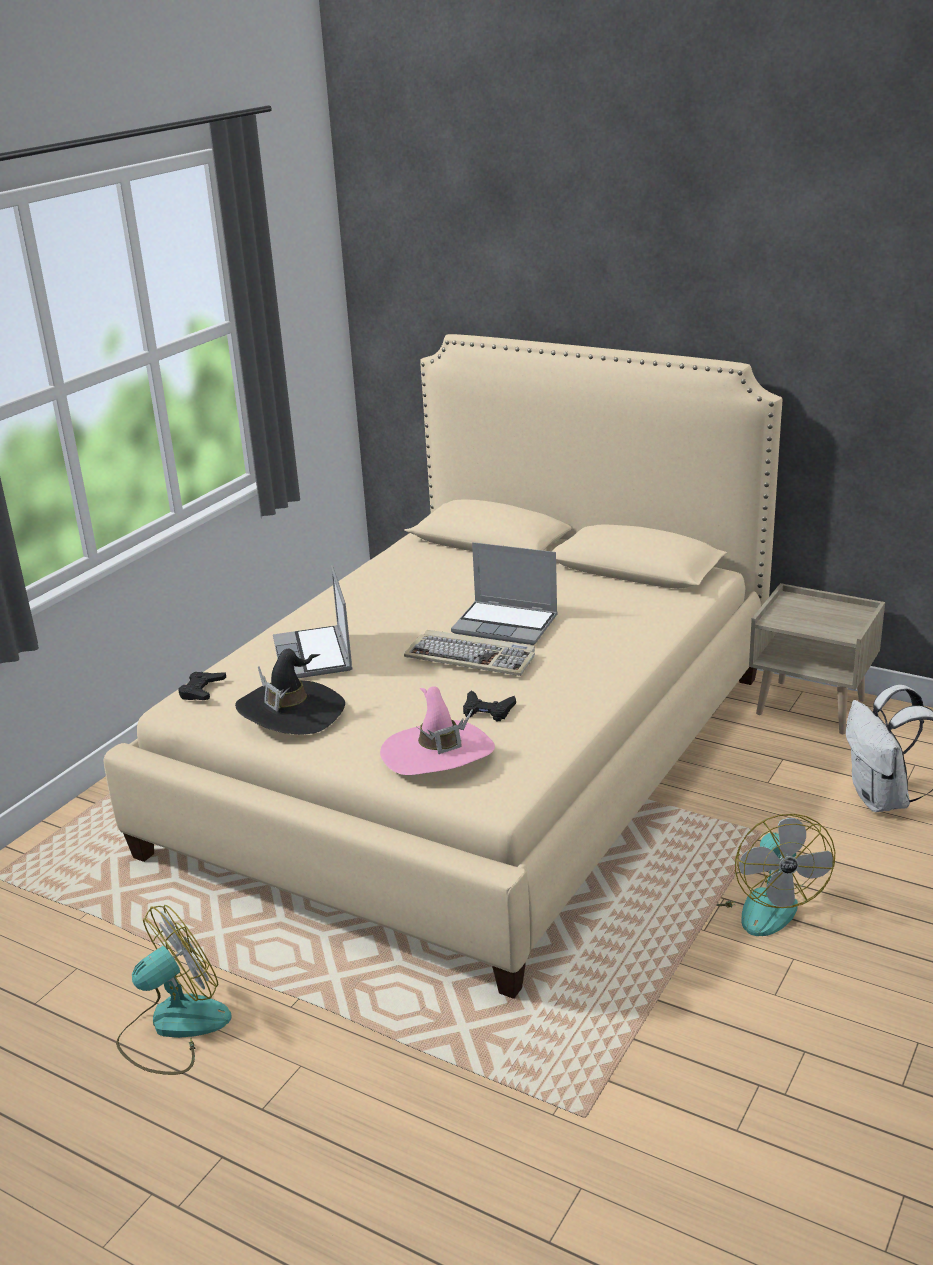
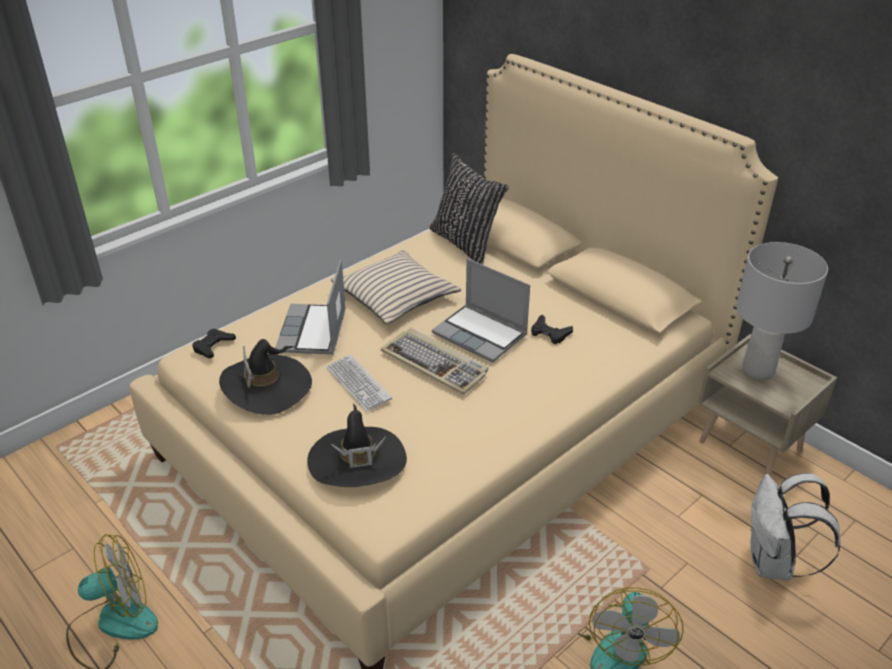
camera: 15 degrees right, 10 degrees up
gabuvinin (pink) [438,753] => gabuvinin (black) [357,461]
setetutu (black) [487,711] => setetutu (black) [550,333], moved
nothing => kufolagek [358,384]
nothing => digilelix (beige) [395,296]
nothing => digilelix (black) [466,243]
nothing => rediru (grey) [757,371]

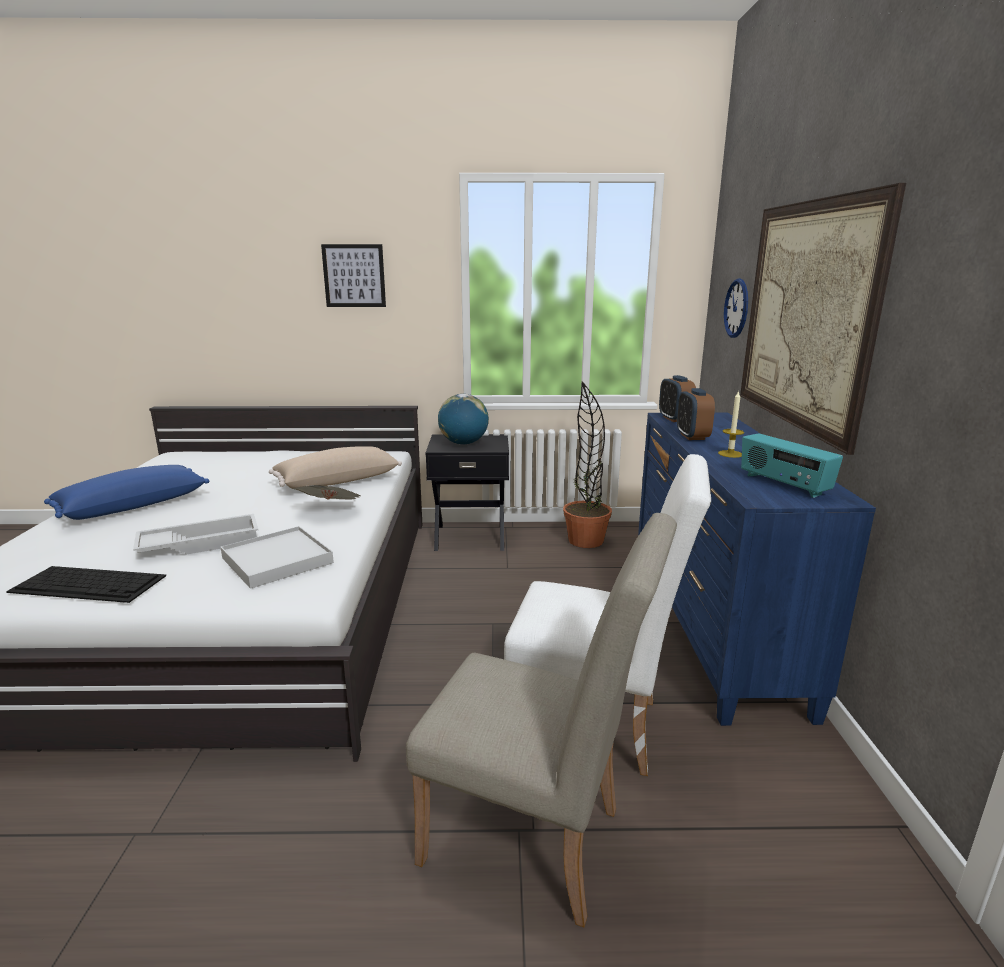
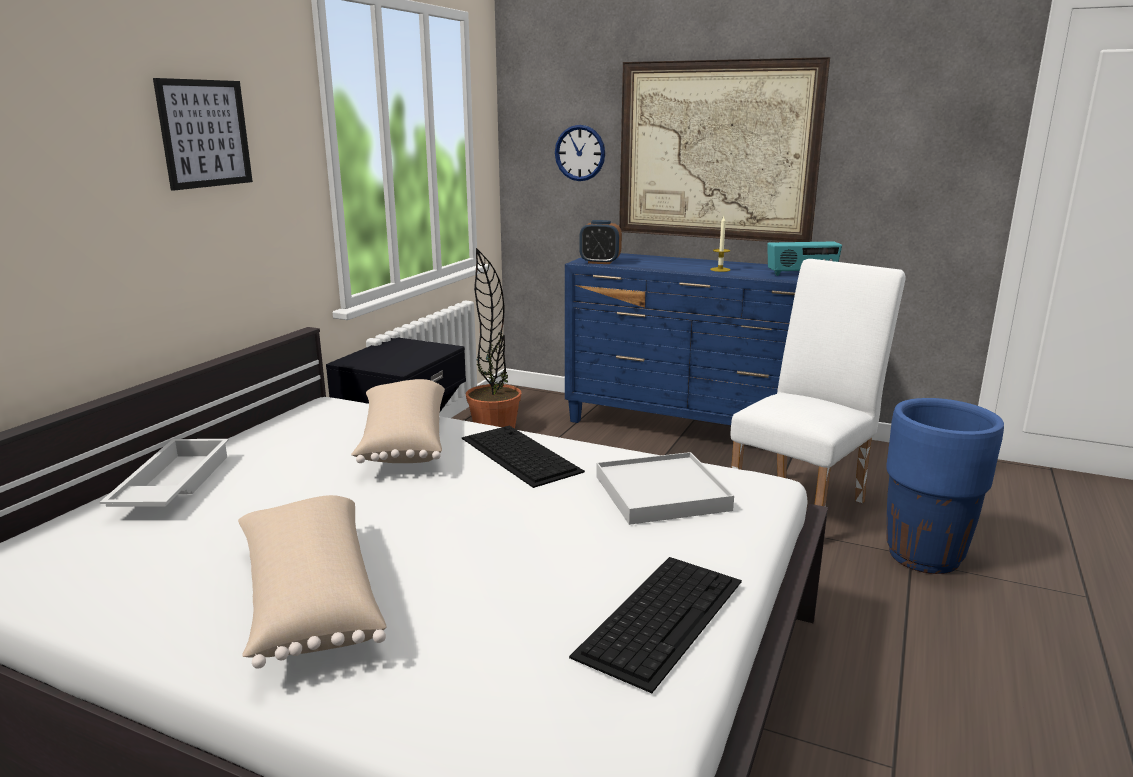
camera: 65 degrees left, 0 degrees up
digilelix (blue) [133,506] => digilelix (beige) [308,599]
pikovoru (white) [201,543] => pikovoru (white) [171,485], moved
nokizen [331,510] => kufolagek [518,454]
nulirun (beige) [536,842] => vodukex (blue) [924,556]
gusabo [463,443] => nothing
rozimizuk [692,436] => nothing

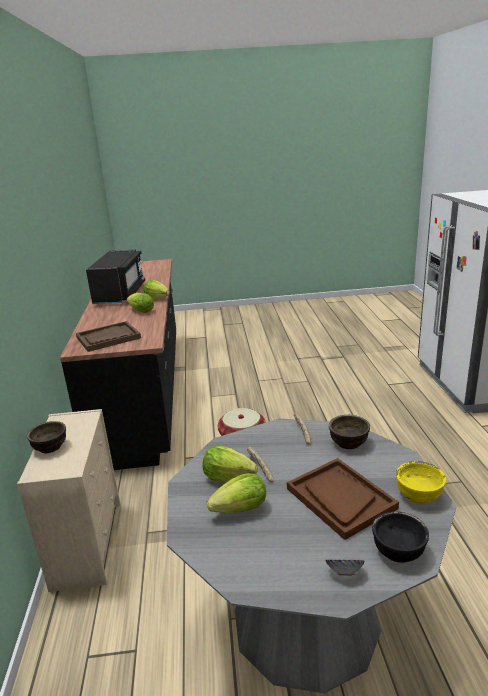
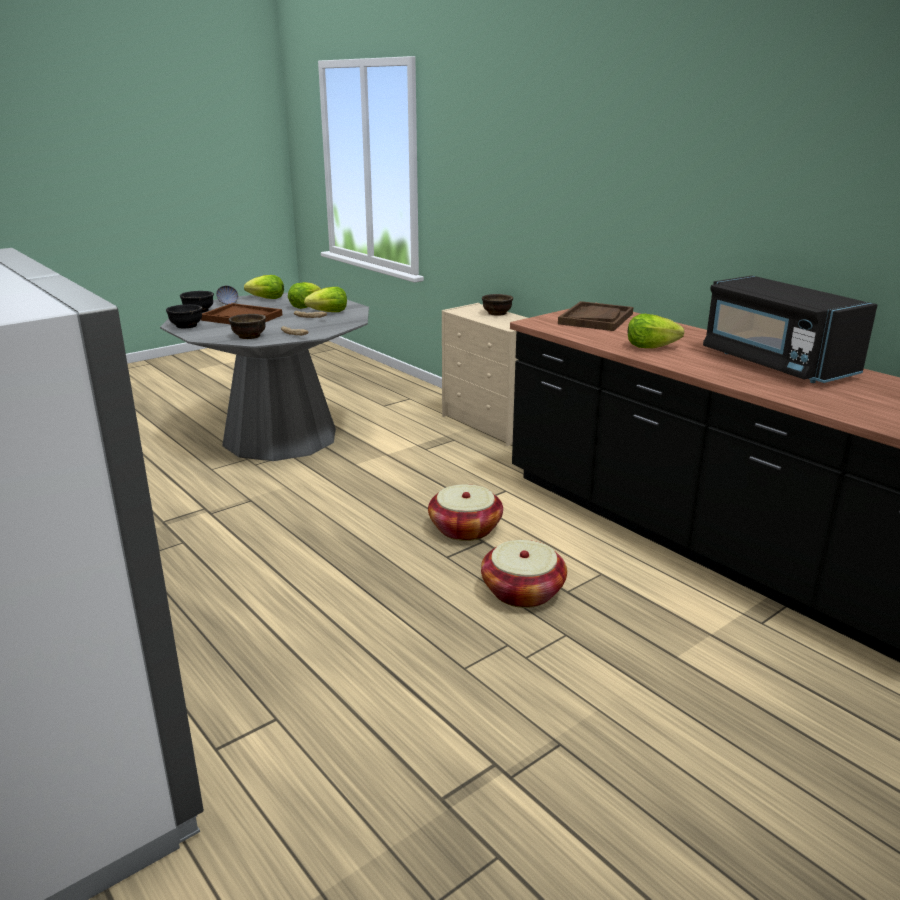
camera: 145 degrees right, 0 degrees up
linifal [157,298] => linifal [267,299], moved
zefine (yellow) [419,495] => zefine (black) [186,326]
nothing => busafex [522,592]

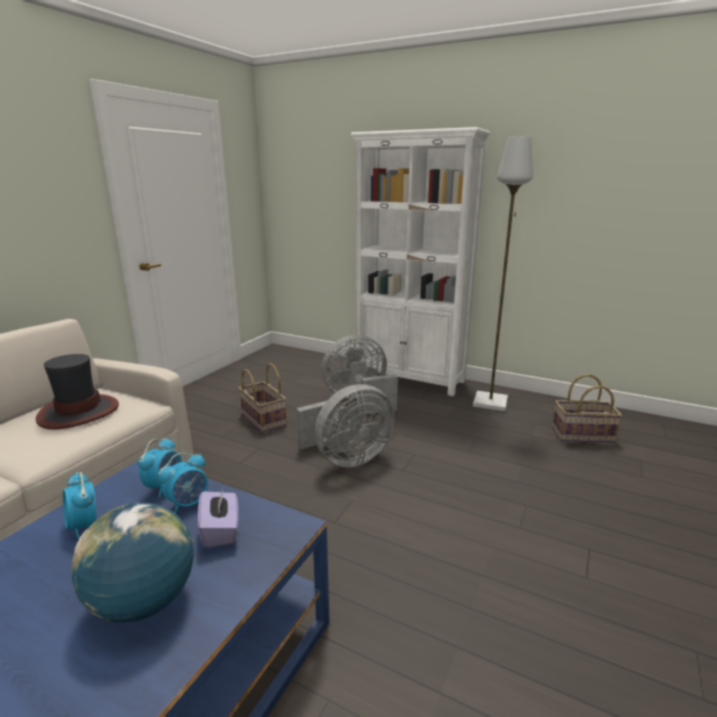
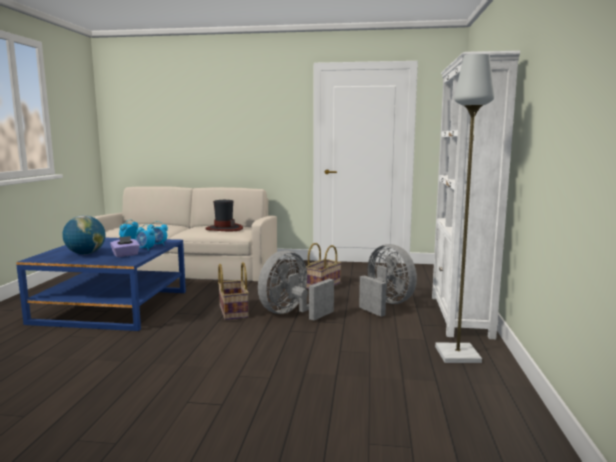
camera: 70 degrees right, 10 degrees down
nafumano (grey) [347,458] => nafumano (grey) [291,313], 90 degrees clockwise
busafex [582,435] => busafex [232,311], moved

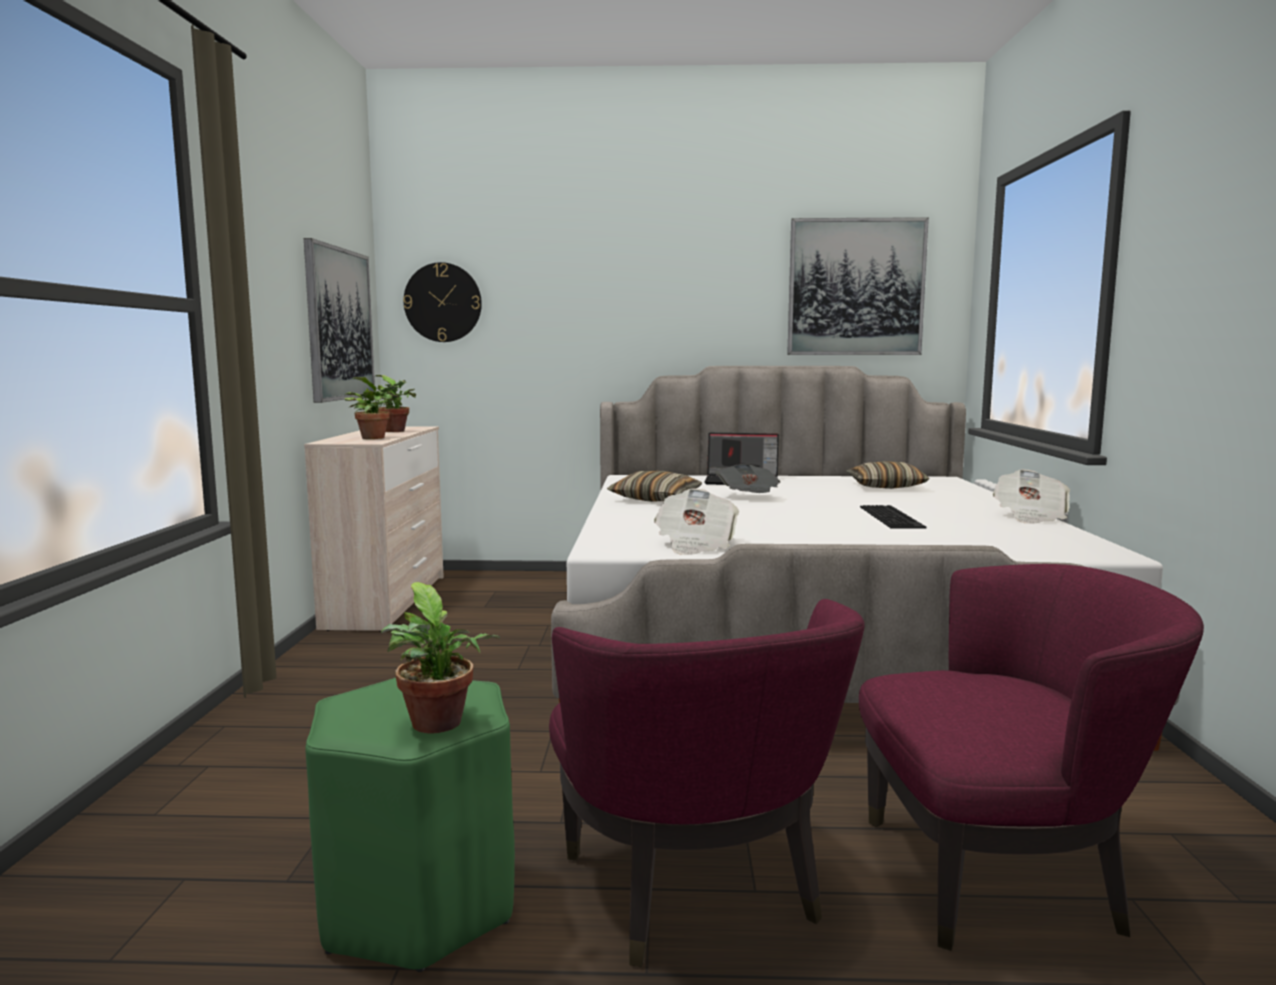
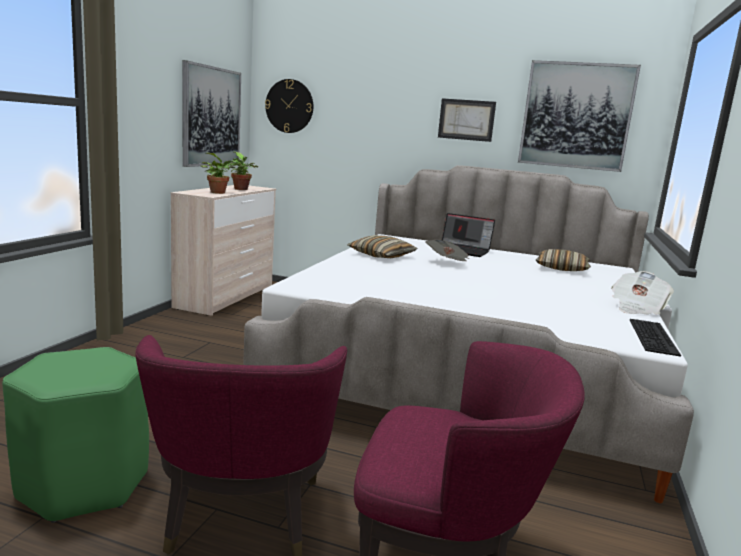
camera: 15 degrees right, 5 degrees up
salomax [438,726] => nothing
nokizen [695,545] => nothing
kufolagek [893,517] => kufolagek [655,337], moved
nothing => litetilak [466,120]

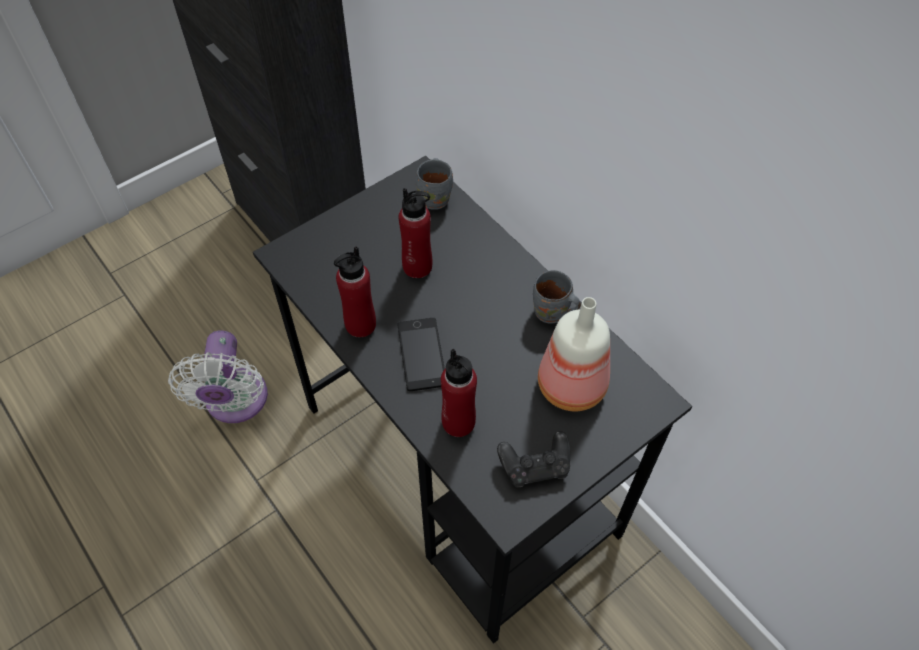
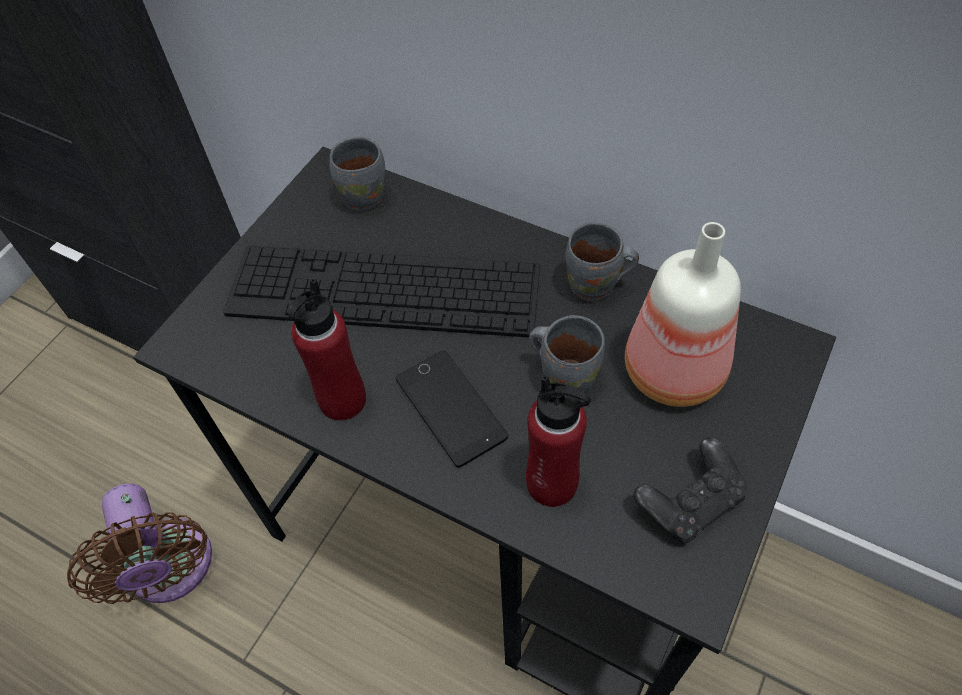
camera: 20 degrees left, 0 degrees up
nafumano (white) [235,402] => nafumano (brown) [171,570]
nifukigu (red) [417,266] => kufolagek [384,291]
nothing => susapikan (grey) [567,375]

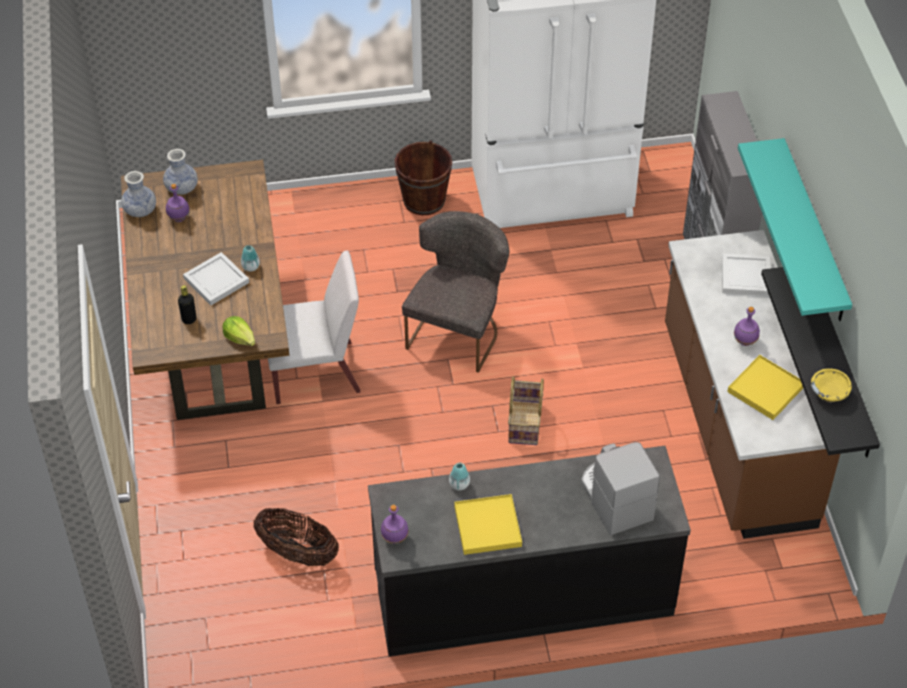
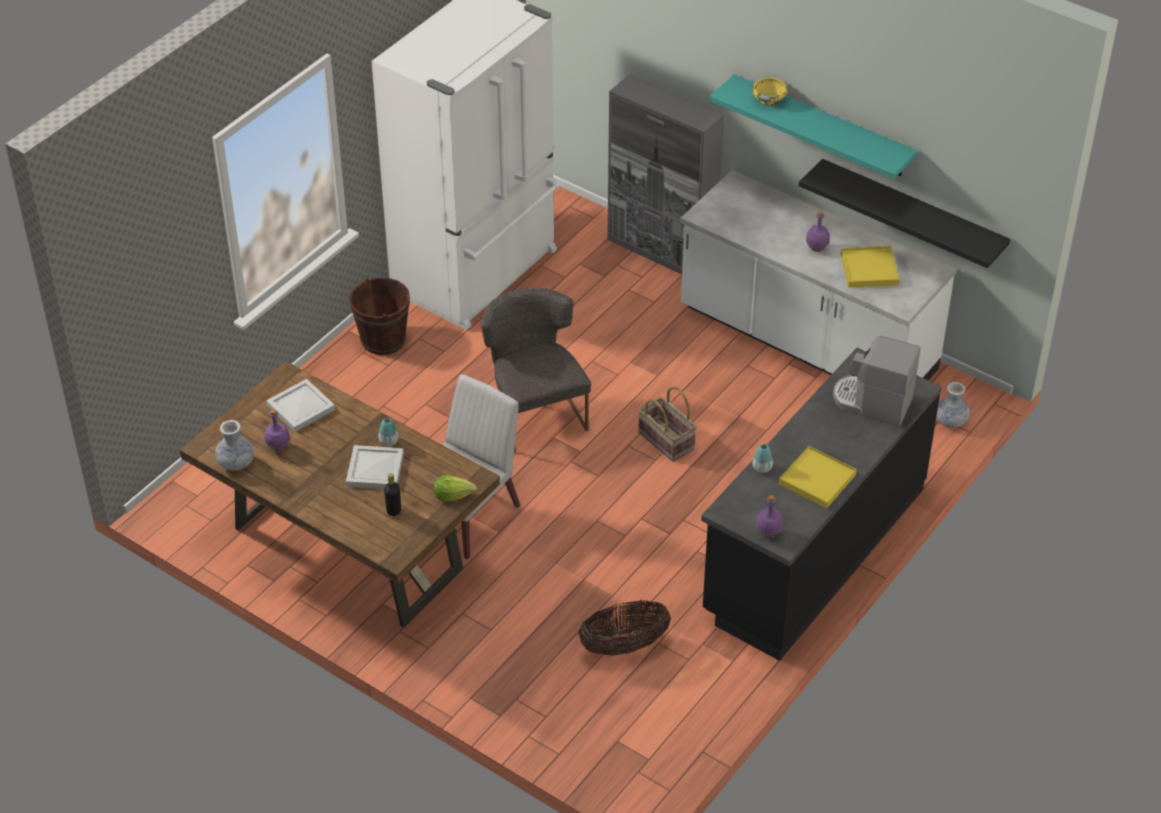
camera: 45 degrees left, 5 degrees down
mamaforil [181,188] => mamaforil [950,421], moved
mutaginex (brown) [735,426] => mutaginex (white) [806,342]
pikovoru (white) [745,276] => pikovoru (white) [299,407], moved
zefine (yellow) [829,393] => zefine (yellow) [769,100], moved

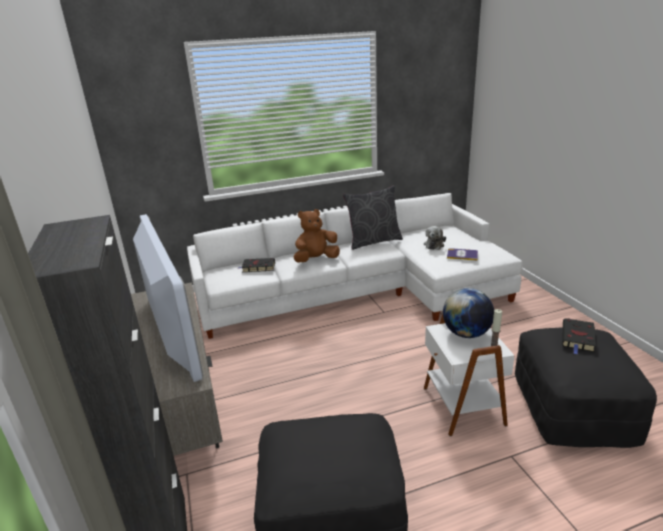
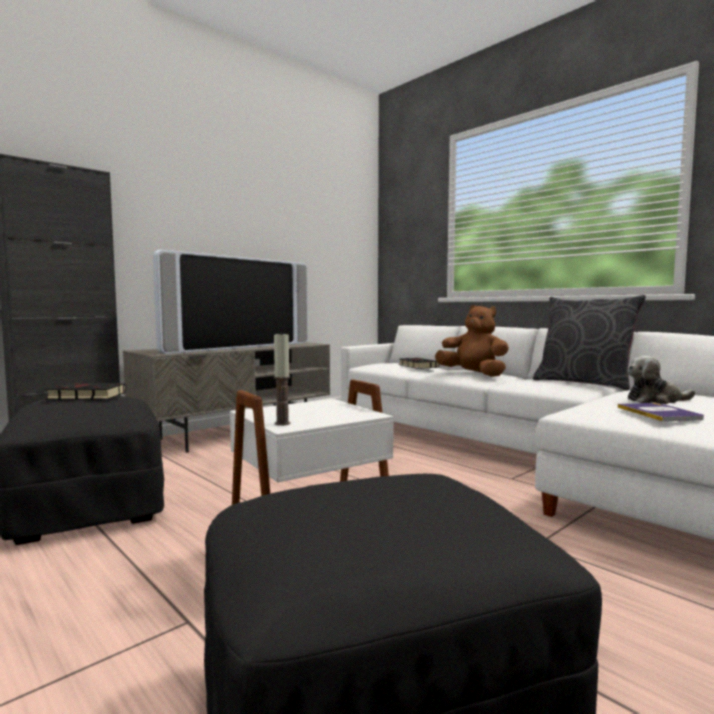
camera: 65 degrees right, 20 degrees down
gusabo [466,333] => nothing
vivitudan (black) [578,338] => vivitudan (black) [85,396], moved

